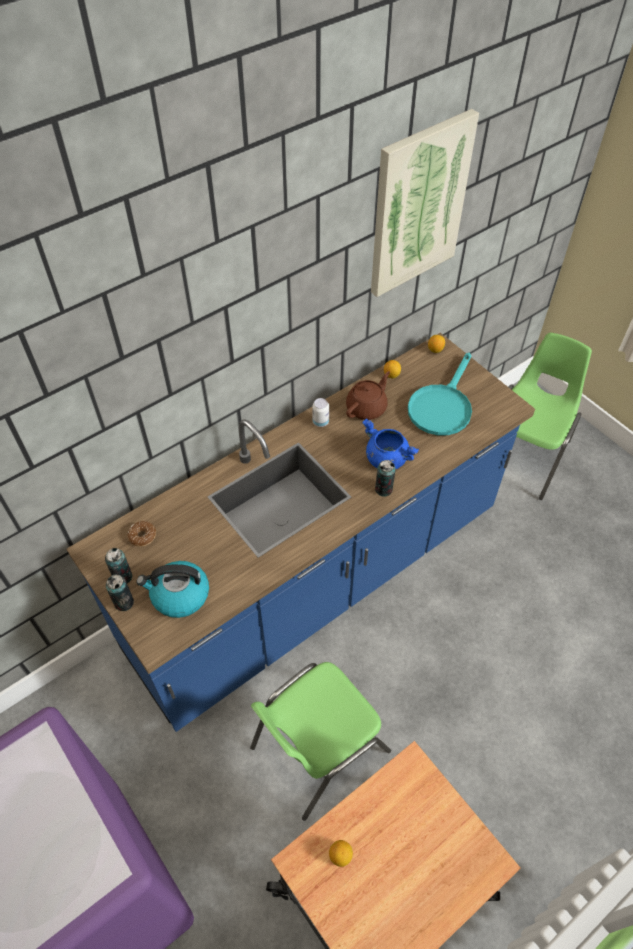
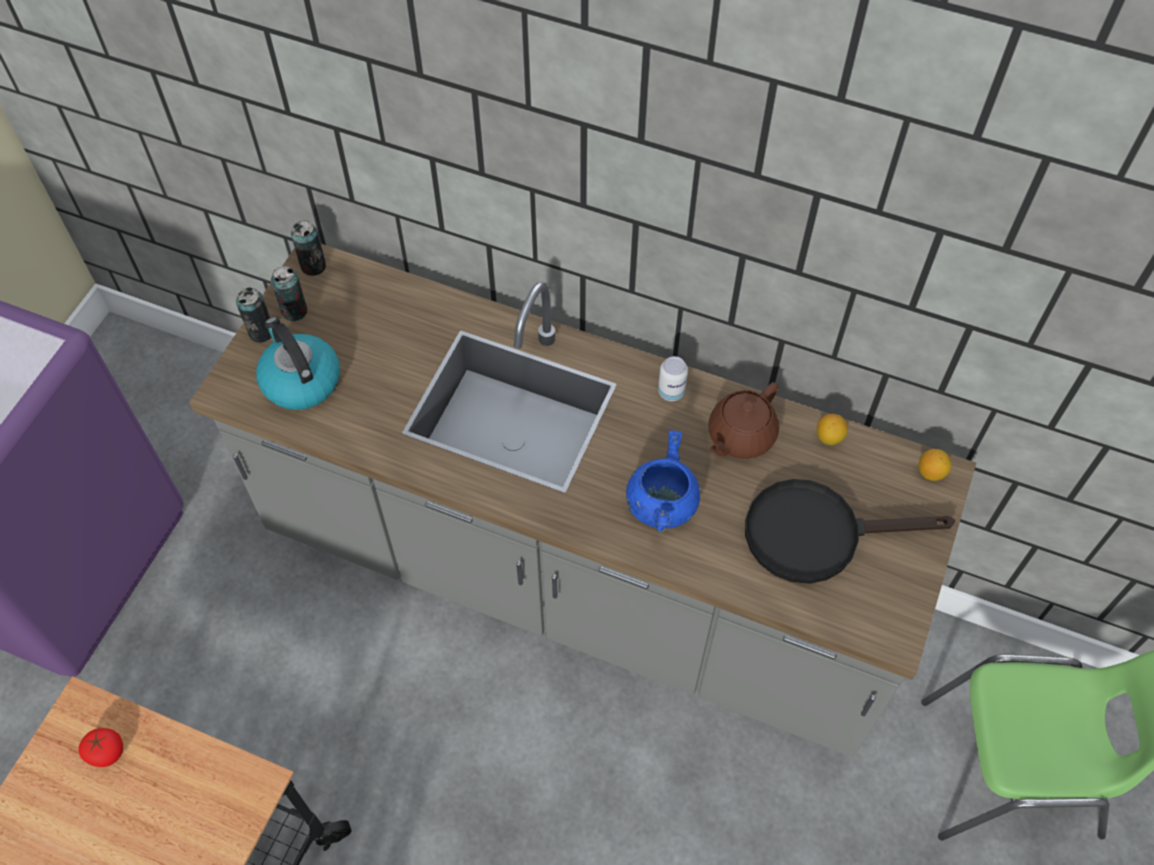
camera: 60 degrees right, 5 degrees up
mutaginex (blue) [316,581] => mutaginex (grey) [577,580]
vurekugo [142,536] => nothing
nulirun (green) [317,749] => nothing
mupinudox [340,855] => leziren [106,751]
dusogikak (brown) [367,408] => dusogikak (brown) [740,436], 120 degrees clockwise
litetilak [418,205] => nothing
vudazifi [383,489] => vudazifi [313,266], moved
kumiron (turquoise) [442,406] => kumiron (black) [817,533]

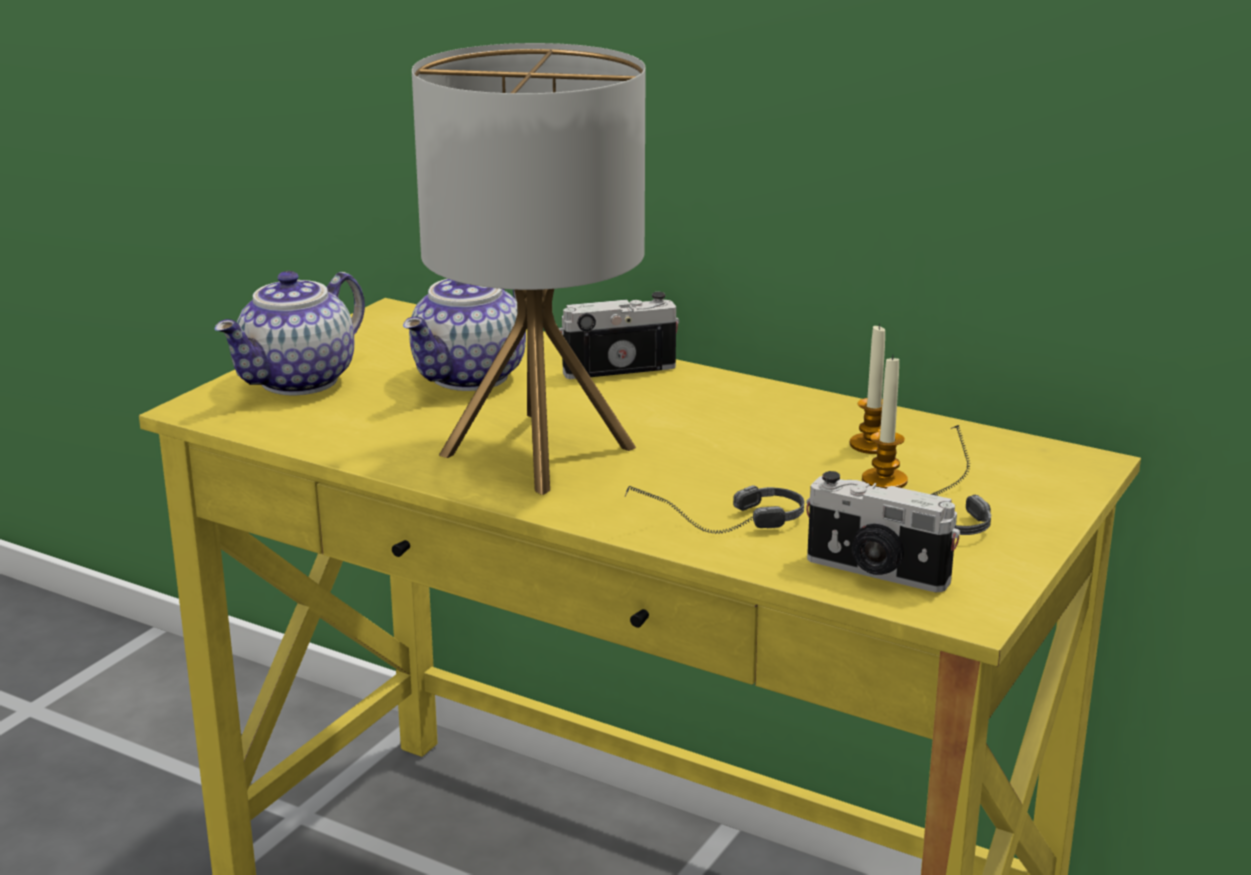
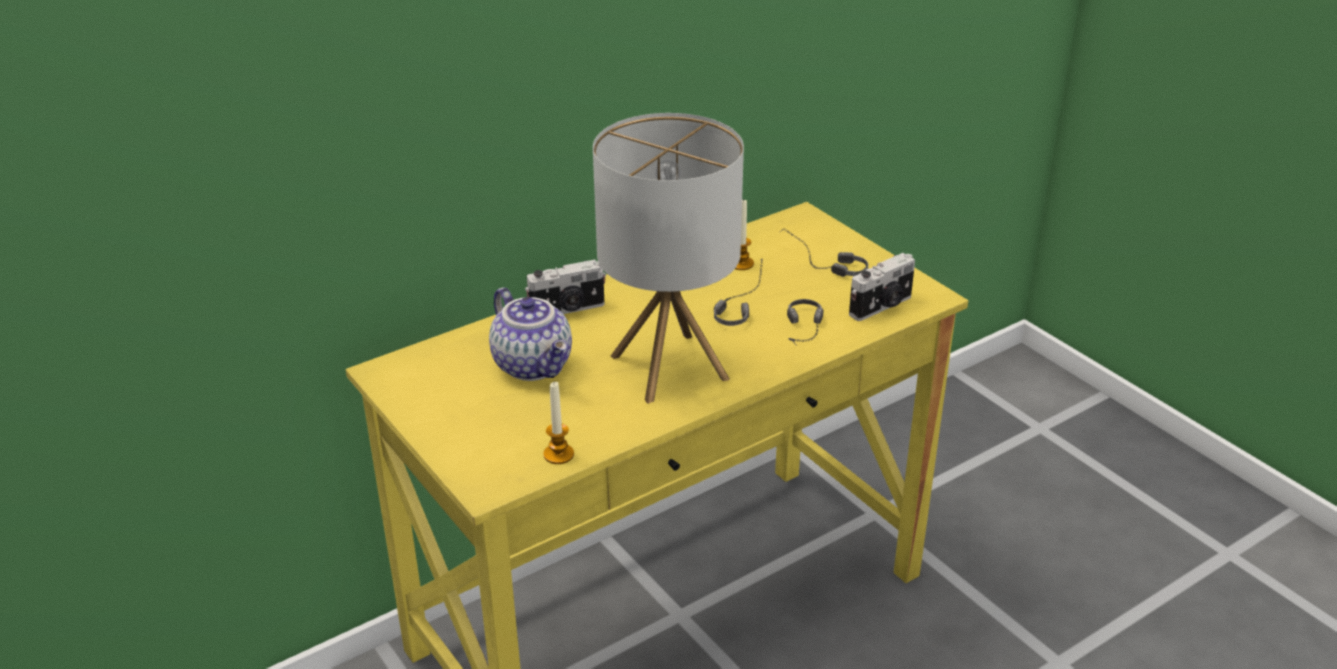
camera: 65 degrees left, 10 degrees up
dusogikak [299,382] => nothing
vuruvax [618,368] => vuruvax [568,310], 120 degrees counterclockwise
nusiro [884,480] => nusiro [558,454], moved
nothing => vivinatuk [737,302]

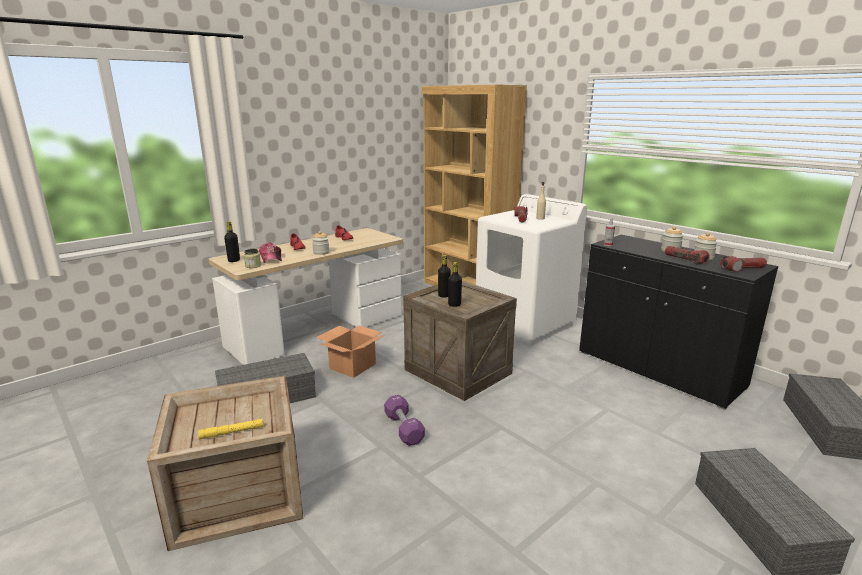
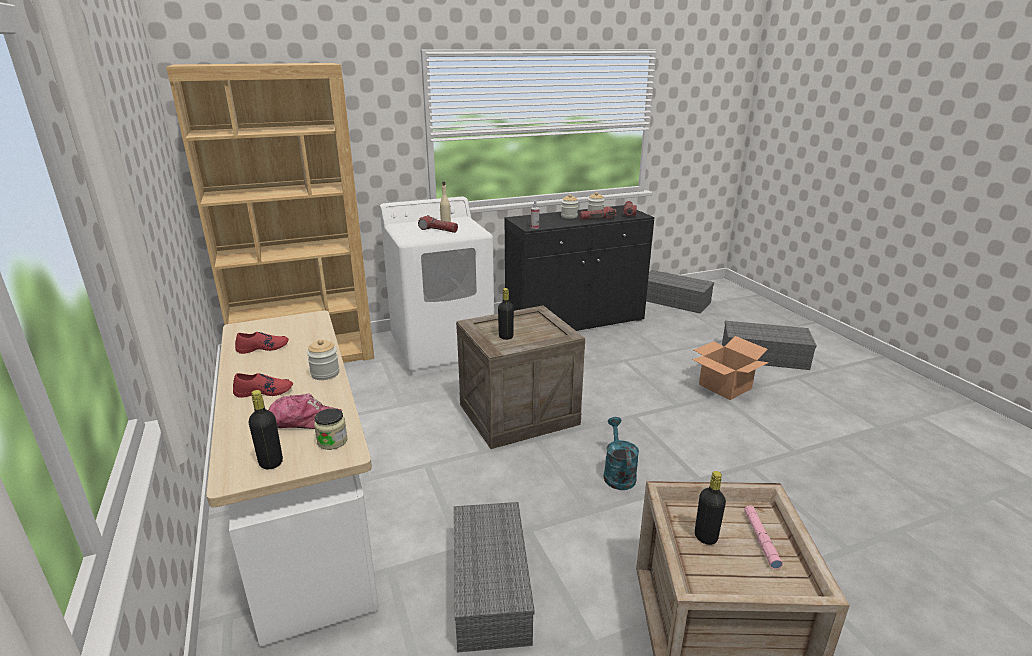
camera: 70 degrees left, 5 degrees up
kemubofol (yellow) [232,432] => kemubofol (pink) [761,539]
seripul [352,366] => seripul [725,387], moved
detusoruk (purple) [404,429] => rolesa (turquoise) [618,474]
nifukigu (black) [454,304] => nifukigu (black) [705,537], moved

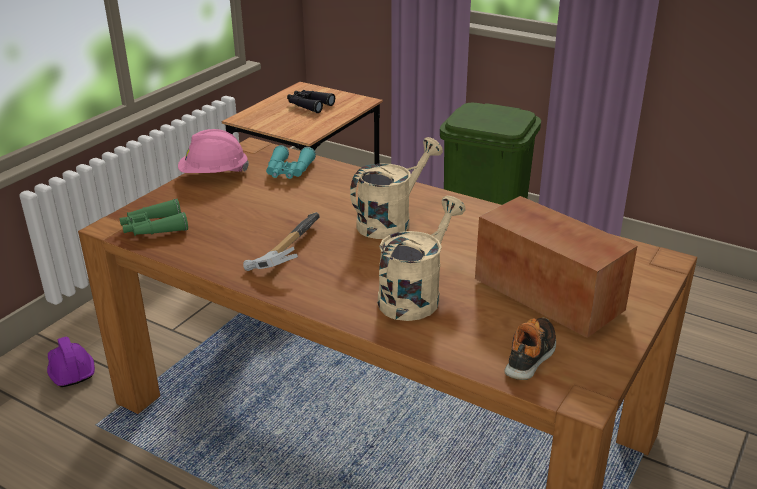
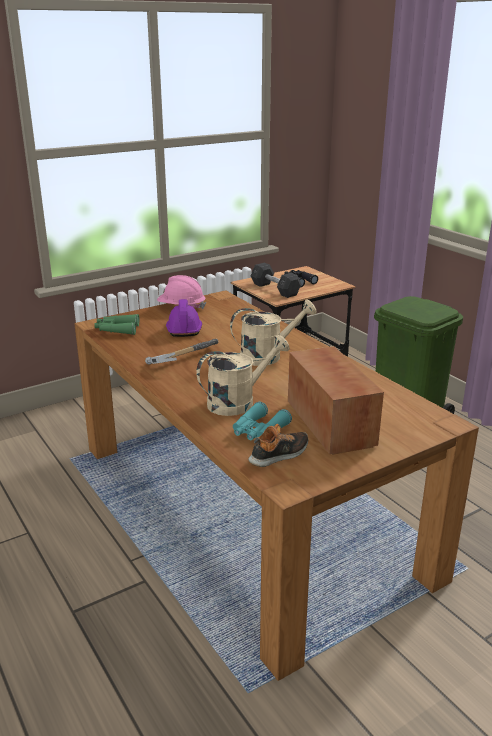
camera: 25 degrees right, 5 degrees down
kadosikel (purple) [70,369] => kadosikel (purple) [184,328], moved
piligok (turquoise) [289,171] => piligok (turquoise) [258,431], moved
nothing => detusoruk (grey) [275,289]

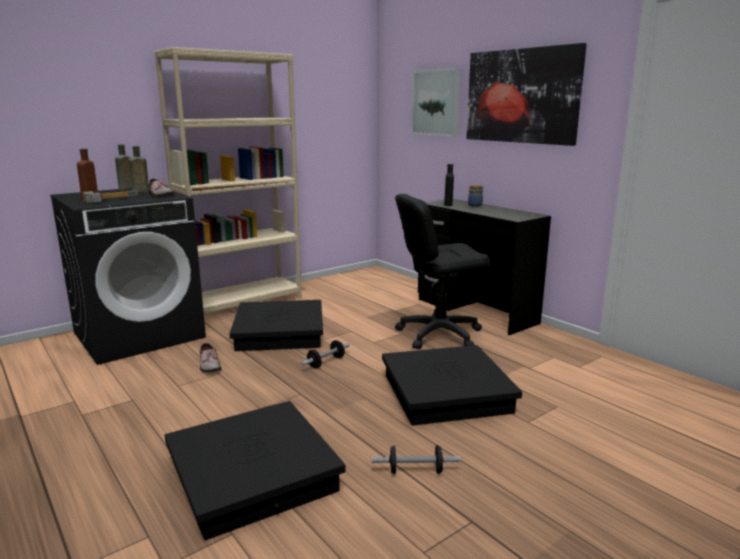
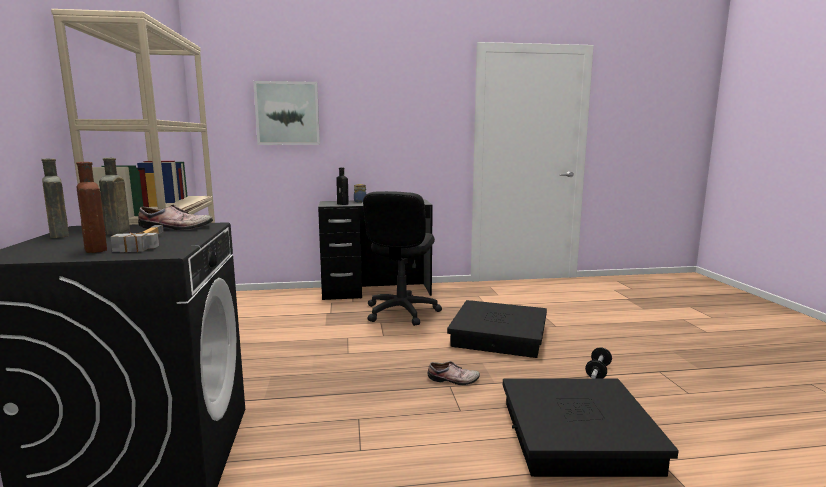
camera: 60 degrees left, 5 degrees down
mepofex [208,365] => mepofex [453,380], moved
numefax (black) [279,333] => nothing
detusoruk [326,362] => nothing
litetilak [521,96] => nothing

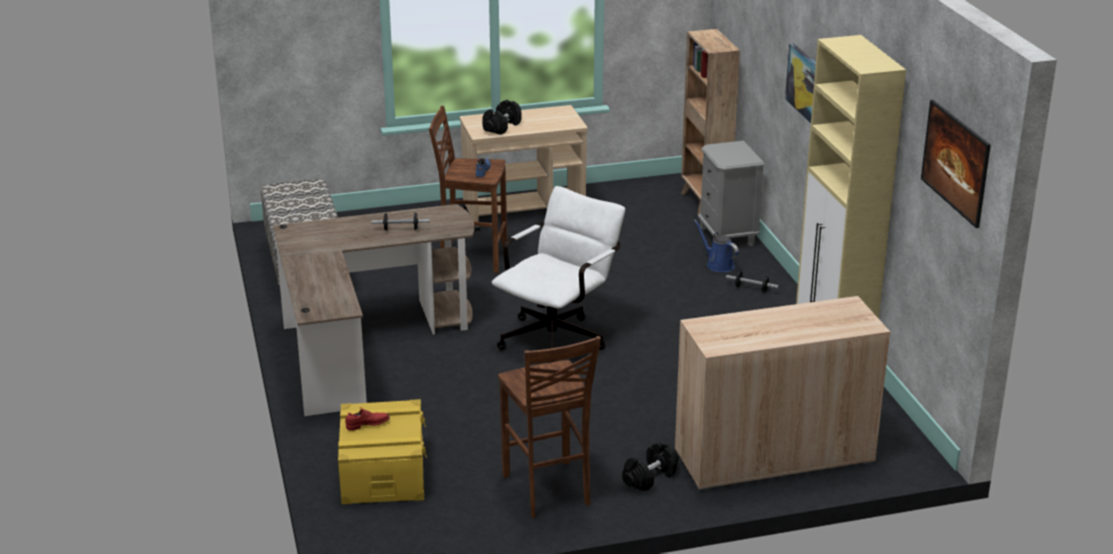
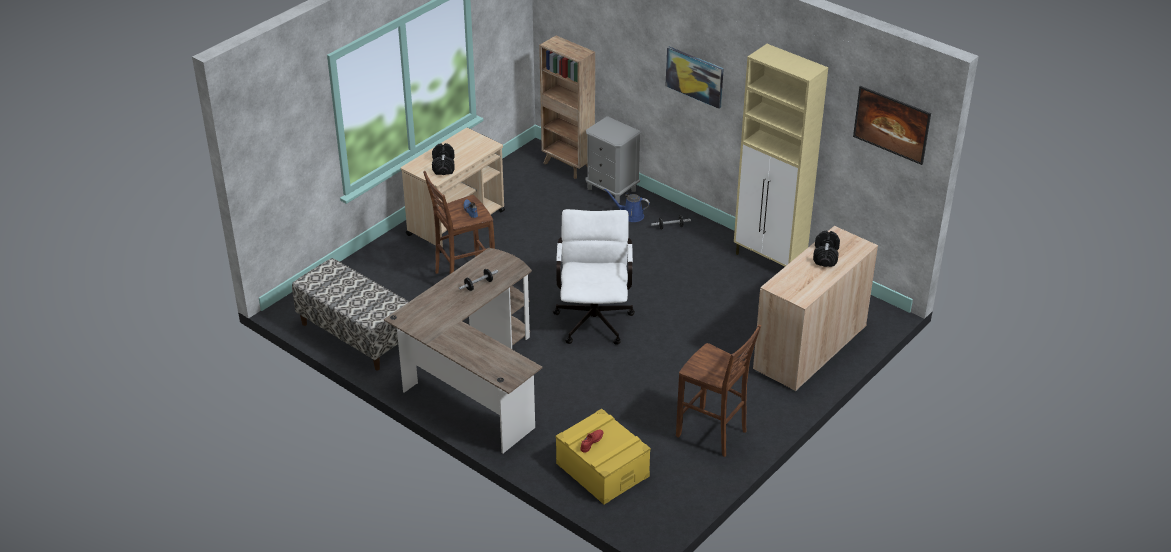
camera: 35 degrees left, 10 degrees up
detusoruk (black) [649,477] => detusoruk (black) [825,256], moved

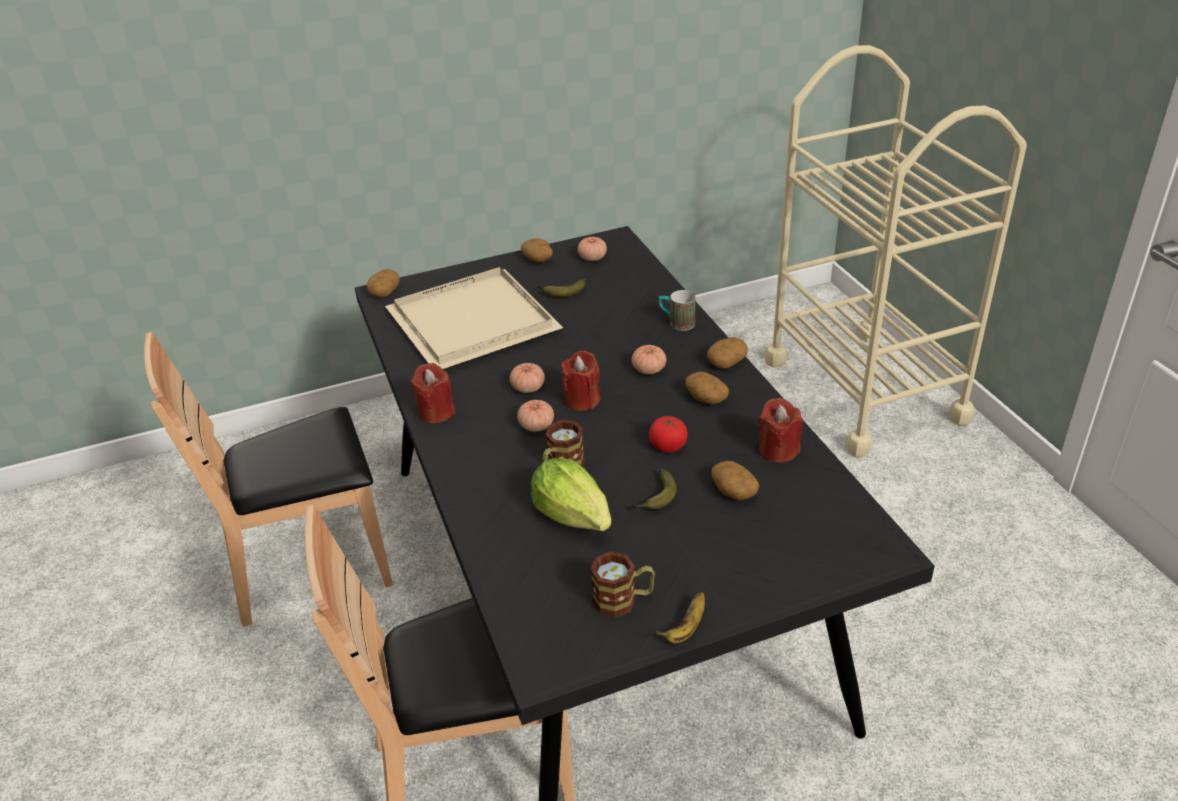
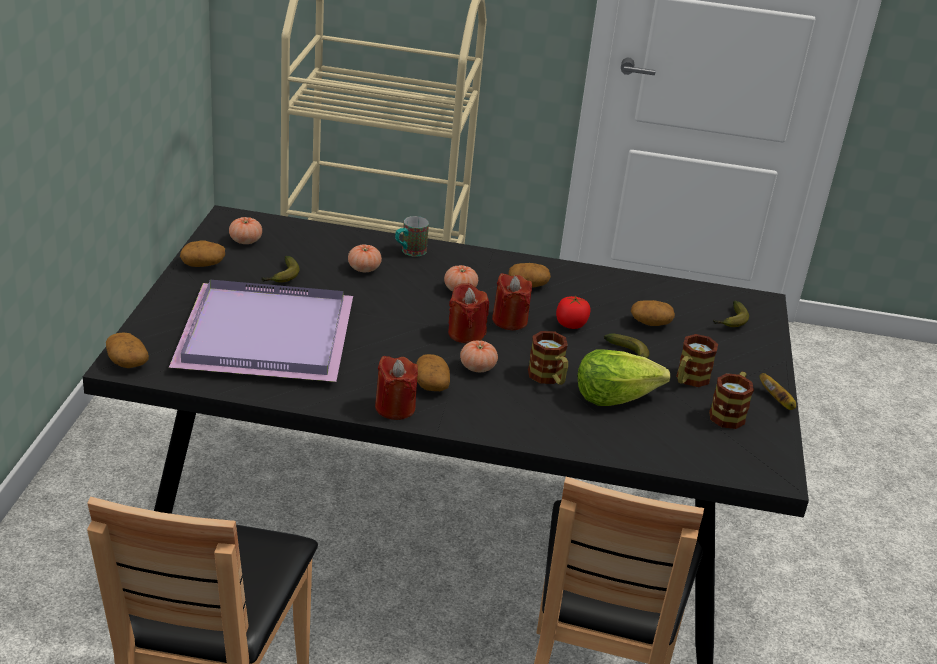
camera: 65 degrees left, 5 degrees down
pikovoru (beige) [474,320] => pikovoru (purple) [263,334]
leziren [528,388] => leziren [364,269], moved
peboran [726,362] => peboran [430,384], moved
nusiro (red) [778,450] => nusiro (red) [509,320], moved
nothing => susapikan [689,380]
nothing => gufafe [730,321]

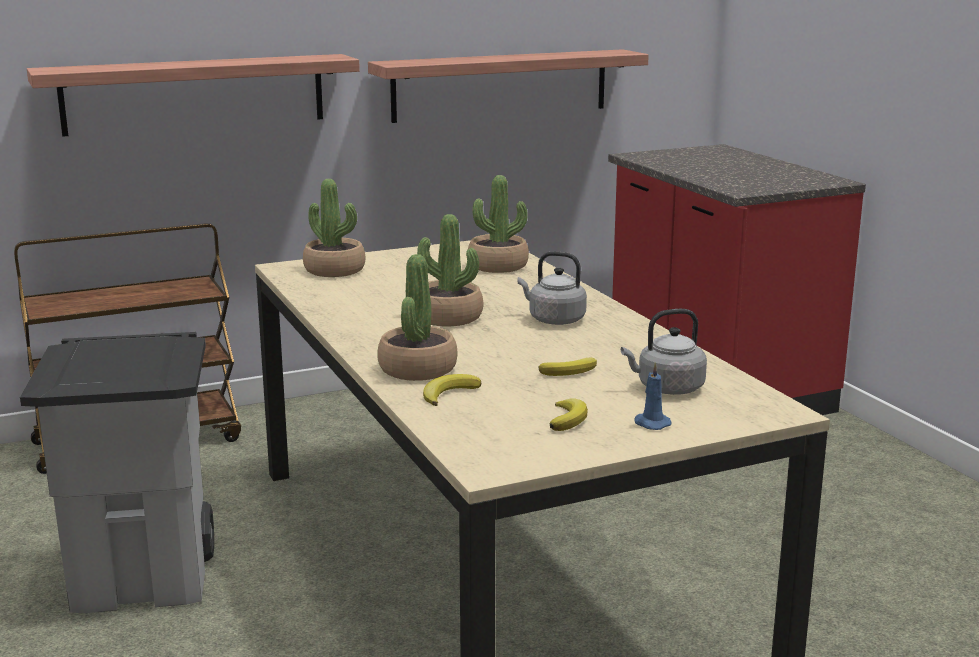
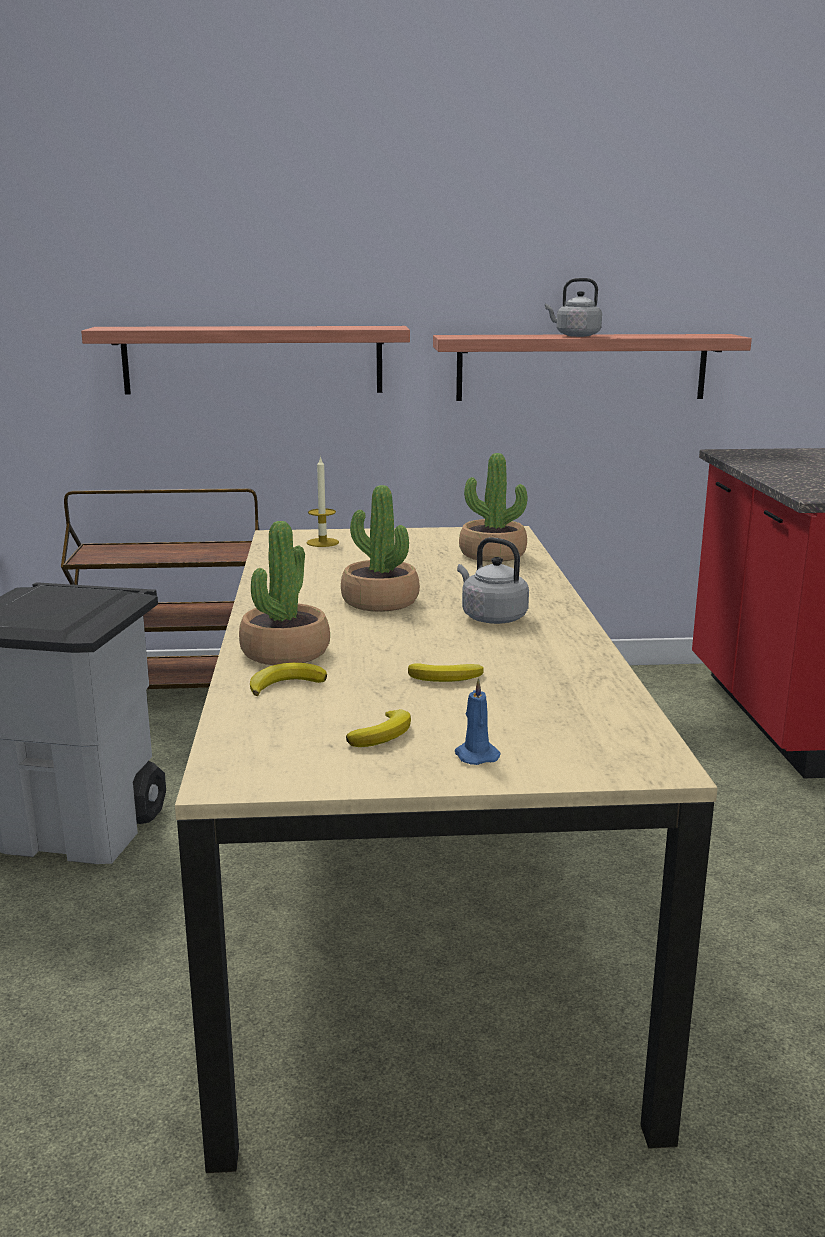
camera: 20 degrees right, 0 degrees up
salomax [335,270] => nusiro [322,542]
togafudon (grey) [667,388] => togafudon (grey) [575,335], moved

